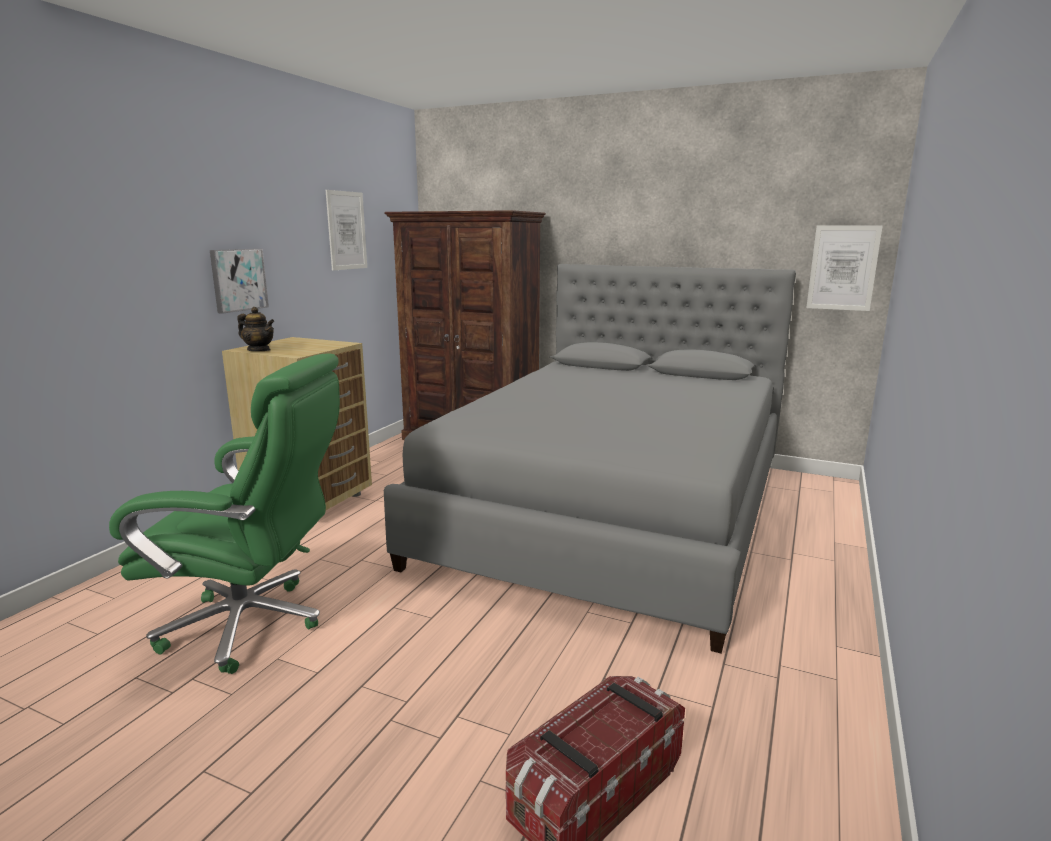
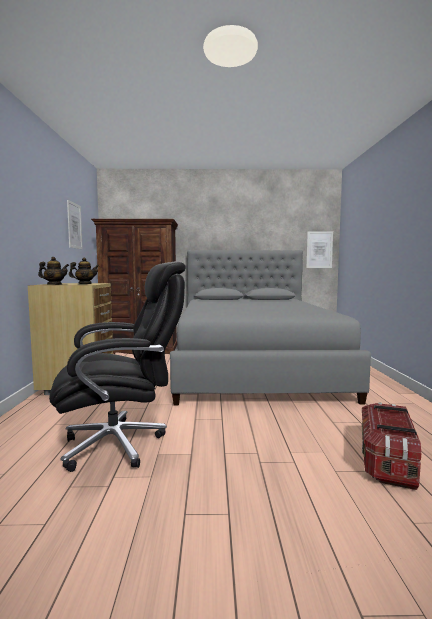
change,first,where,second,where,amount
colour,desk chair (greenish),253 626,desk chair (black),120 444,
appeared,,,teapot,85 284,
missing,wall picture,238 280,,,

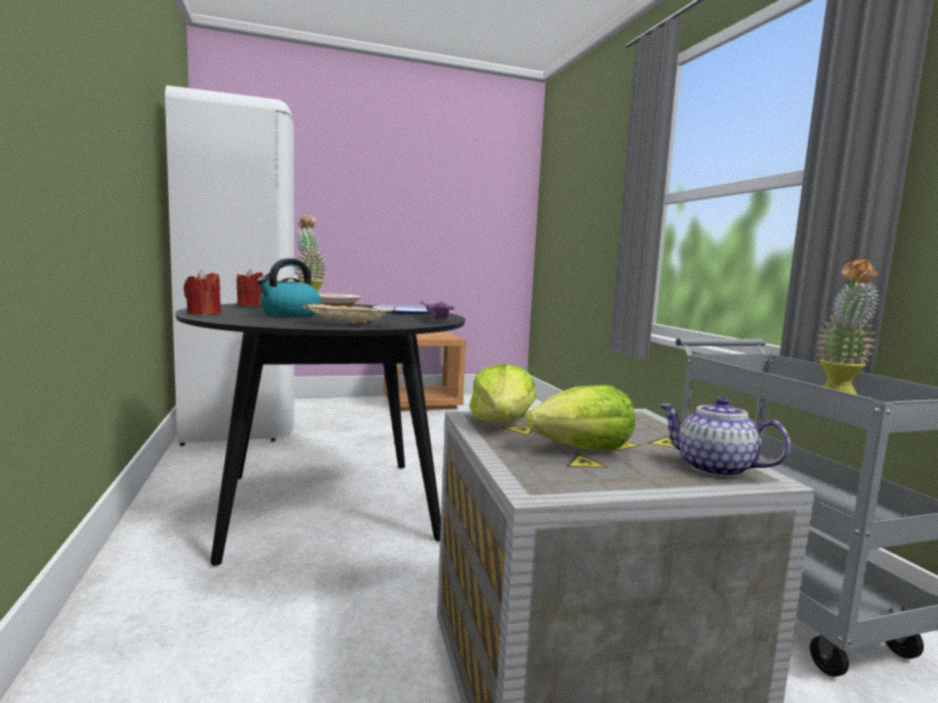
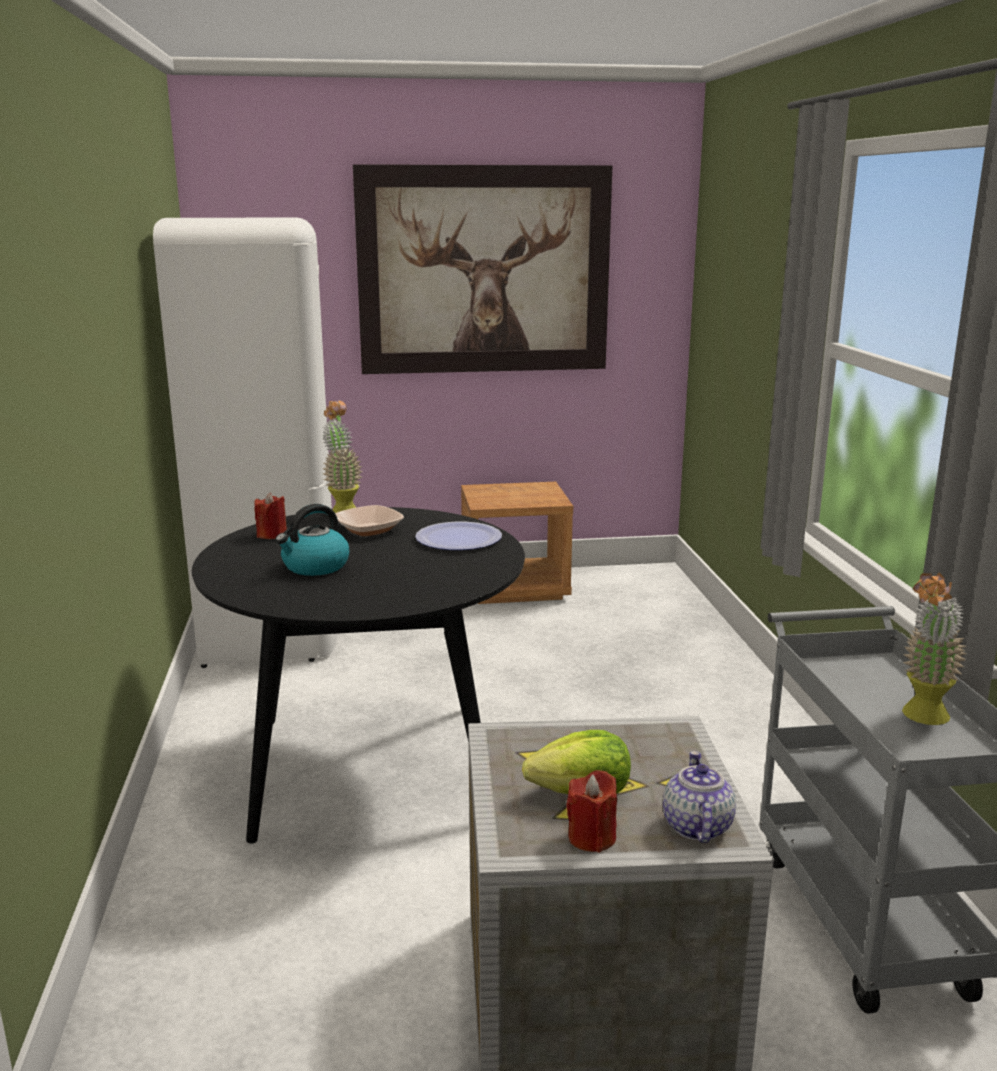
change,first,where,second,where,amount
appeared,,,wall picture,484 271,
relocated,wax light (red-coloured),203 314,,592 837,
spun,teapot,714 468,,696 826,45 degrees clockwise
missing,carrying tray (sand-coloured),346 324,,,
missing,carrying tray (purple),435 319,,,
missing,lettuce head,502 423,,,

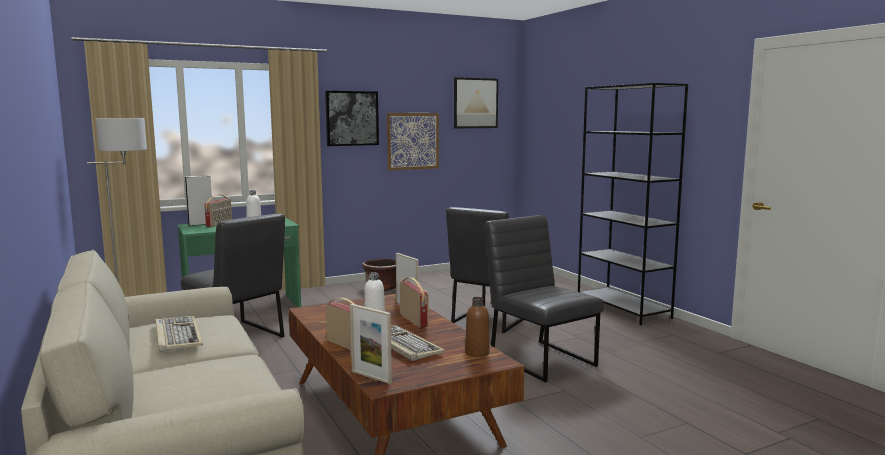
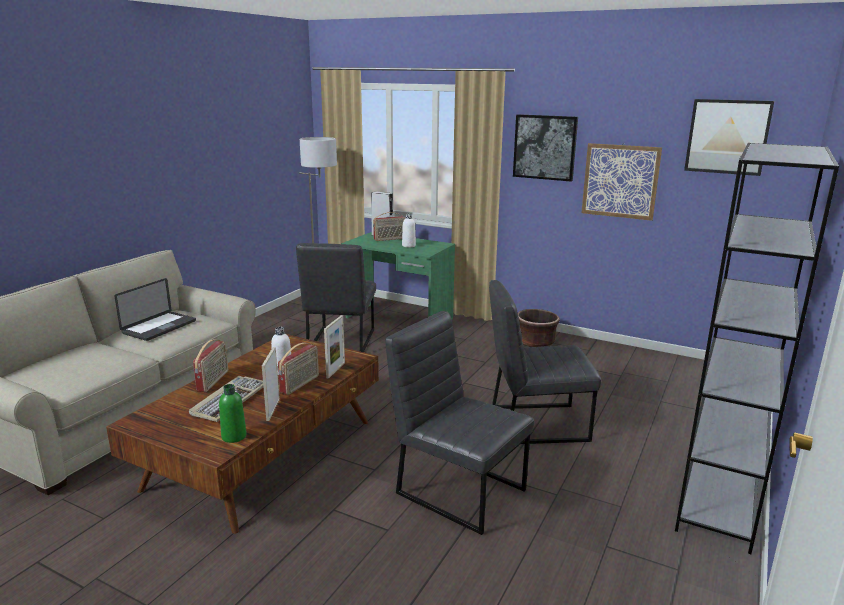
change,first,where,second,where,amount
exchanged,computer keyboard,177 336,laptop,159 327,
colour,beverage bottle (brown),477 353,beverage bottle (greenish),234 436,
relocated,standing frame,371 377,,273 409,
spun,plain chair (grey),541 359,,458 489,75 degrees counterclockwise

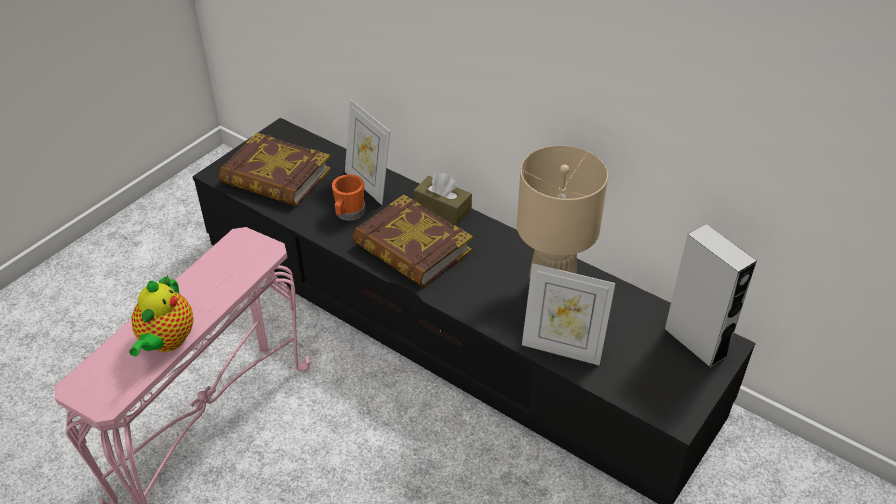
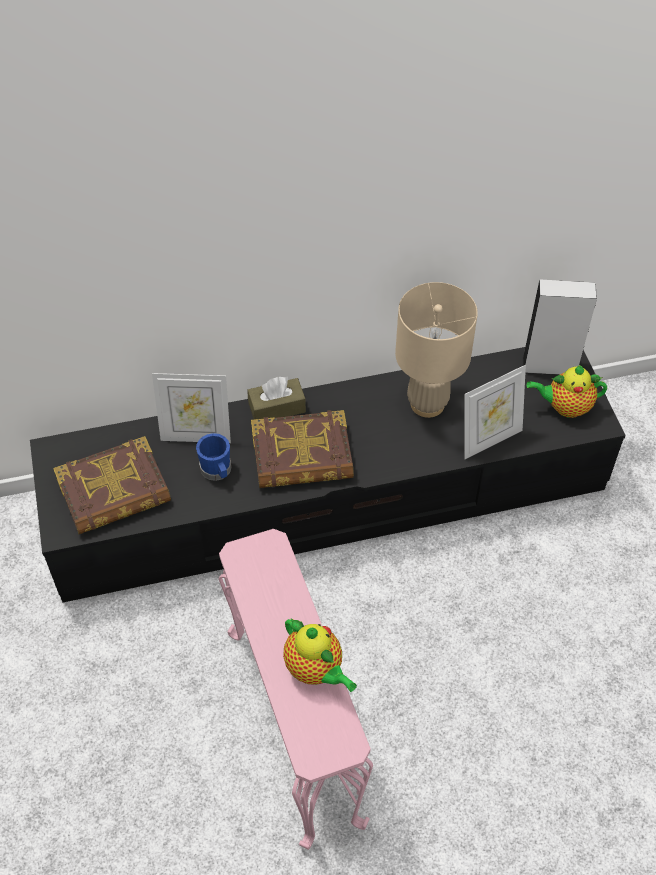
change,first,where,second,where,amount
colour,mug (orange),348 213,mug (blue-coloured),217 471,
appeared,,,teapot,565 407,

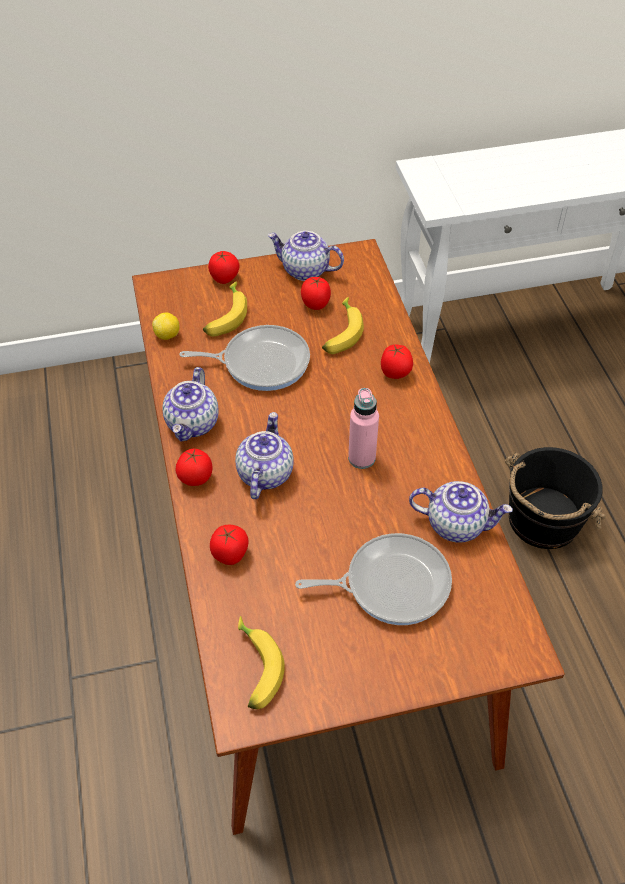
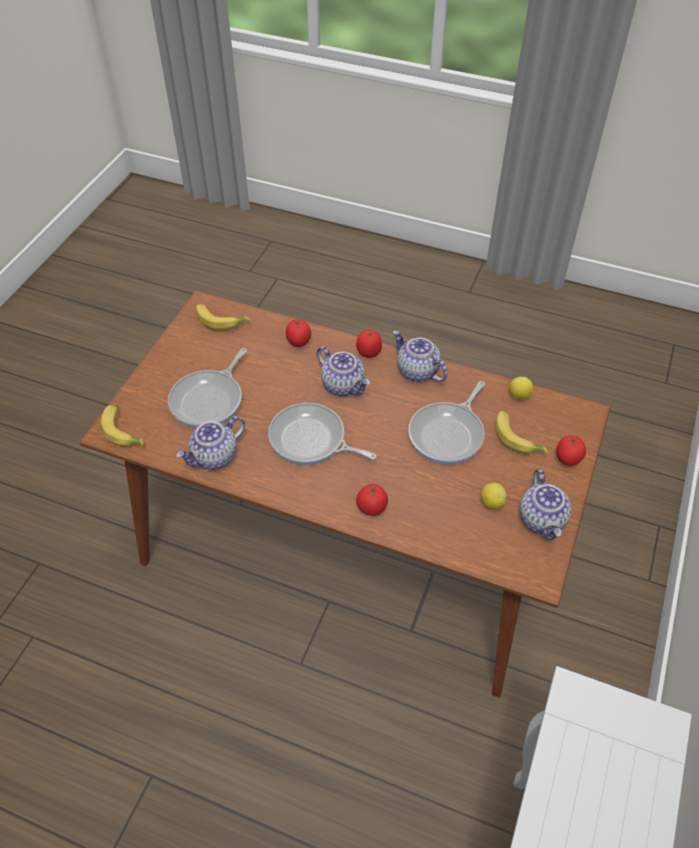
change,first,where,second,where,amount
relocated,banana fruit,340 333,,124 431,
exchanged,beverage bottle (pinkish),361 458,pan,311 440,
exchanged,whole tomato,315 304,lemon,491 503,
spun,teapot,305 270,,542 520,120 degrees clockwise
missing,pail (black),542 521,,,

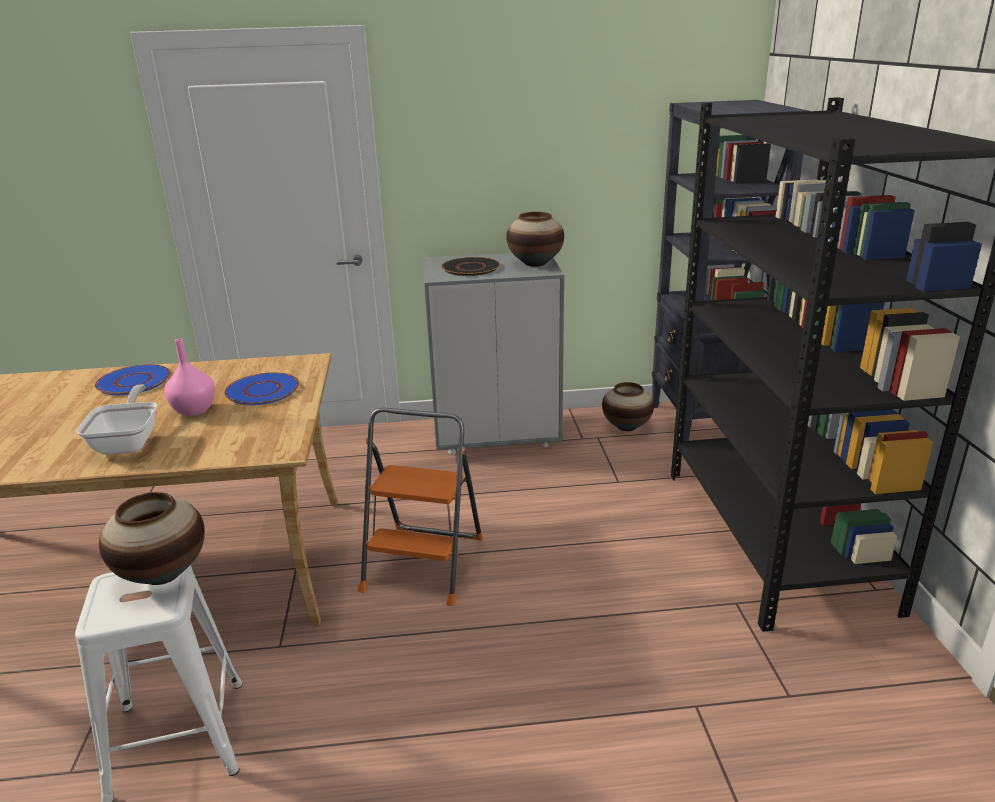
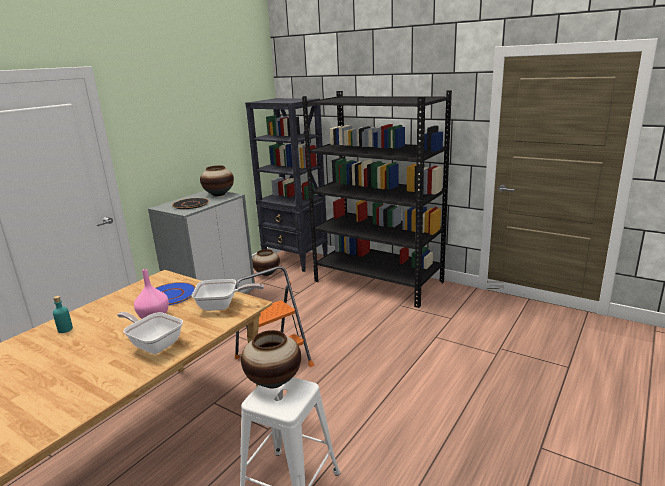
change,first,where,second,where,amount
exchanged,dinner plate (blue-coloured),134 381,beverage bottle (blue-green),65 329,
appeared,,,pan,222 306,

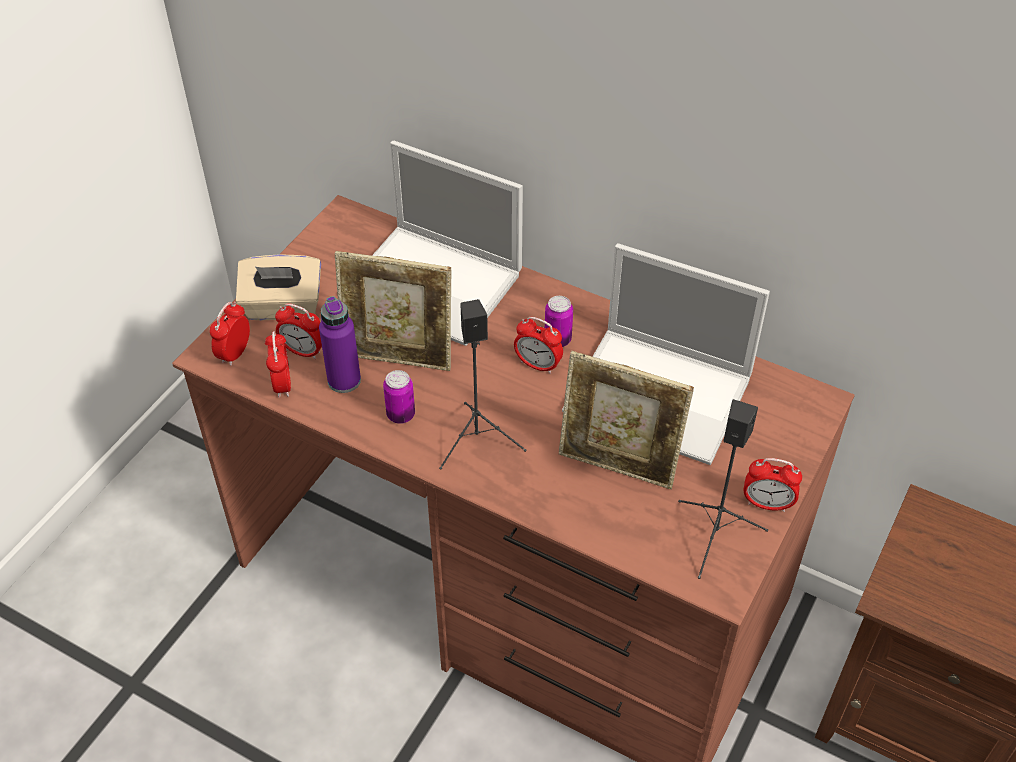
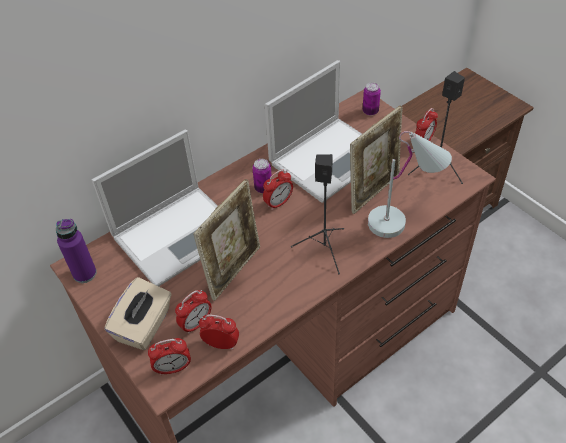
change,first,where,second,where,amount
relocated,beverage bottle (purple),344 380,,85 274,
spun,table clock,234 353,,173 368,60 degrees counterclockwise
relocated,sealed can,401 415,,370 111,
appeared,,,lamp for a table (white-coloured),403 221,

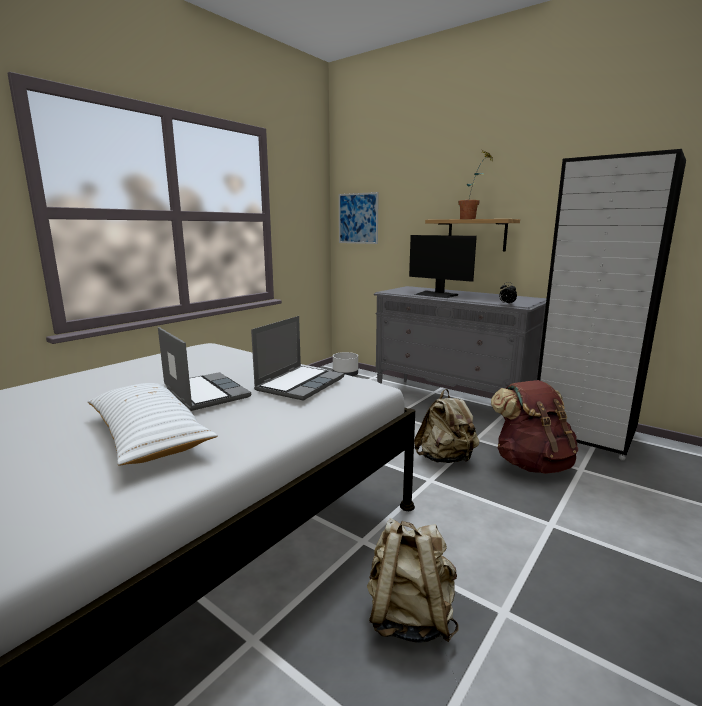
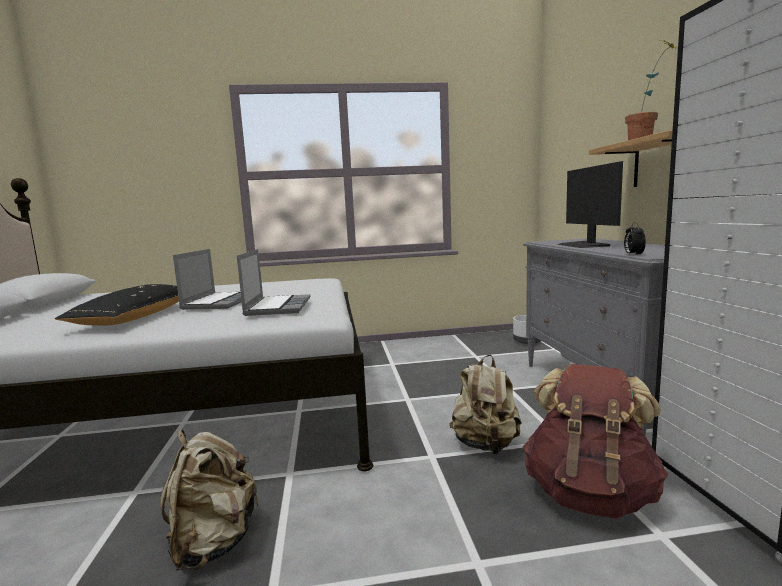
change,first,where,second,where,amount
colour,pillow (white-coloured),149 436,pillow (black),135 317,
spun,laptop,300 384,,277 307,75 degrees counterclockwise
missing,wall picture,358 218,,,

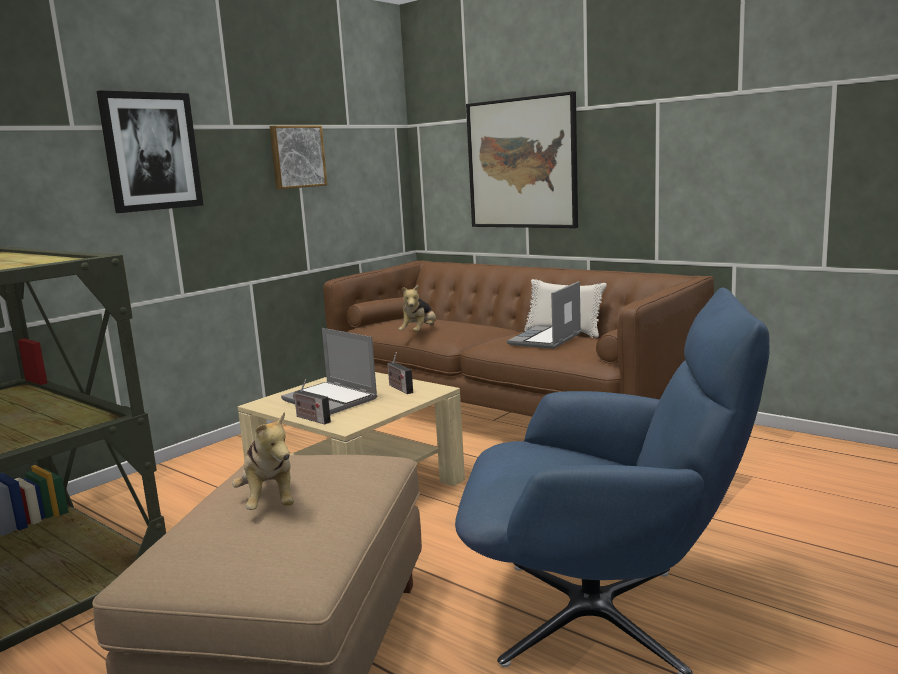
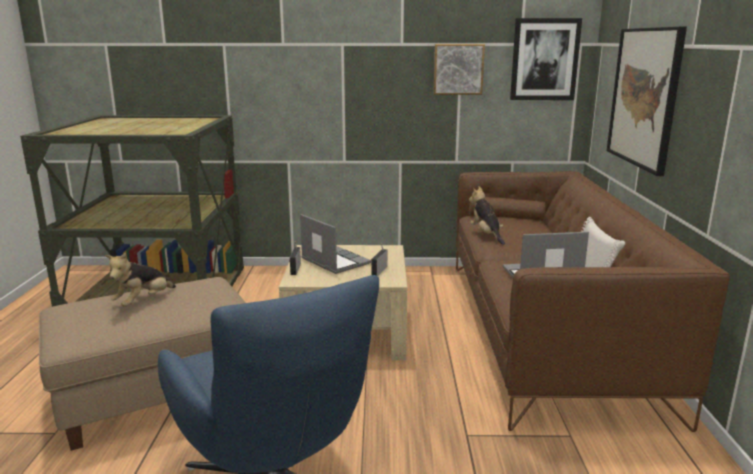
change,first,where,second,where,amount
spun,laptop,331 400,,334 261,135 degrees clockwise
spun,soft toy,419 333,,486 235,90 degrees clockwise
relocated,wall picture,151 151,,544 59,

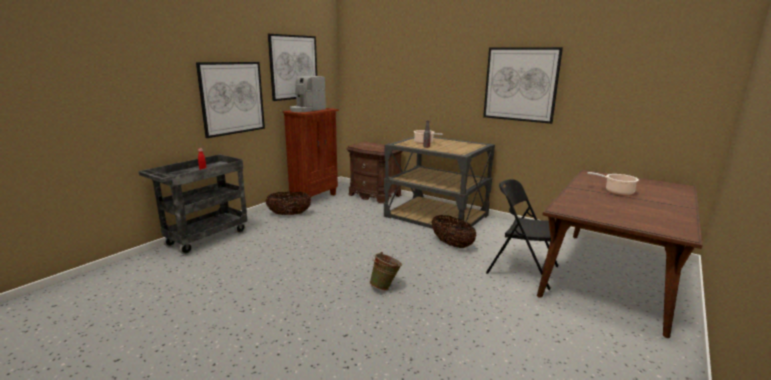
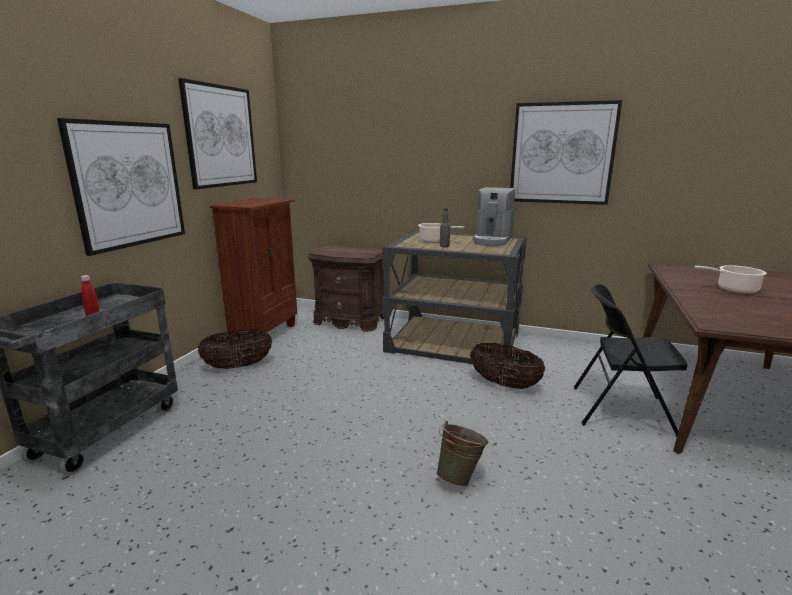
change,first,where,second,where,amount
relocated,coffee brewer,307 110,,492 240,

